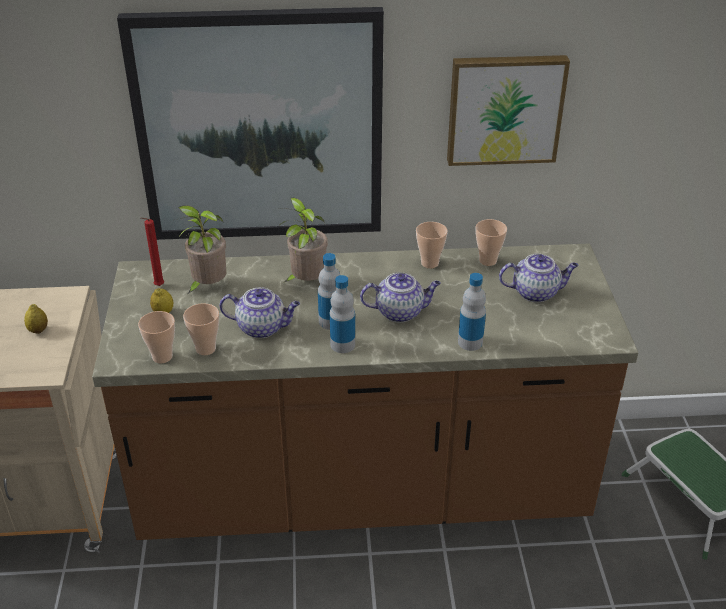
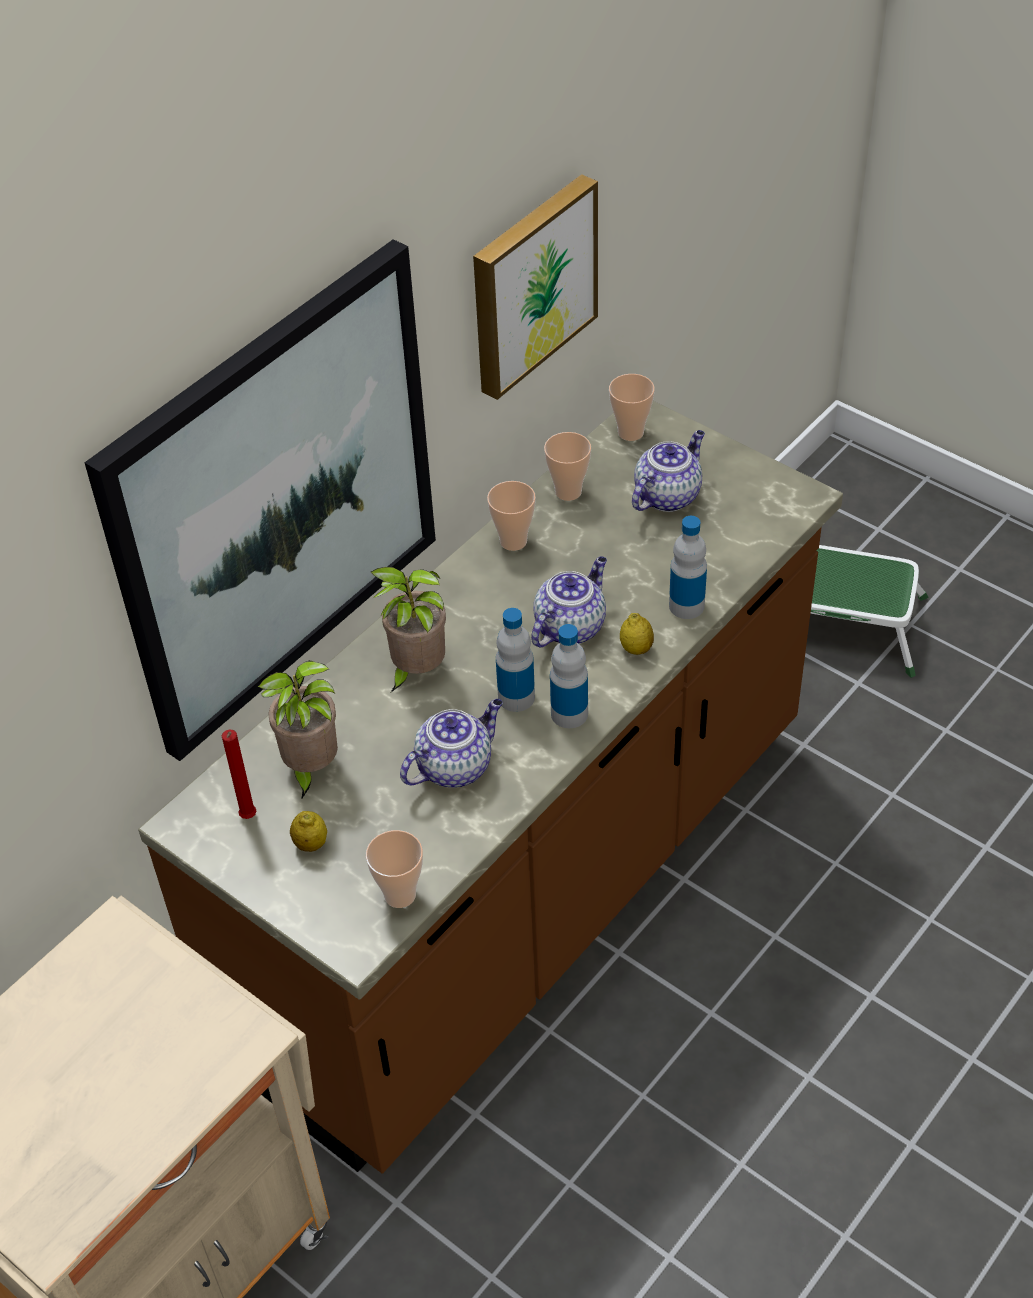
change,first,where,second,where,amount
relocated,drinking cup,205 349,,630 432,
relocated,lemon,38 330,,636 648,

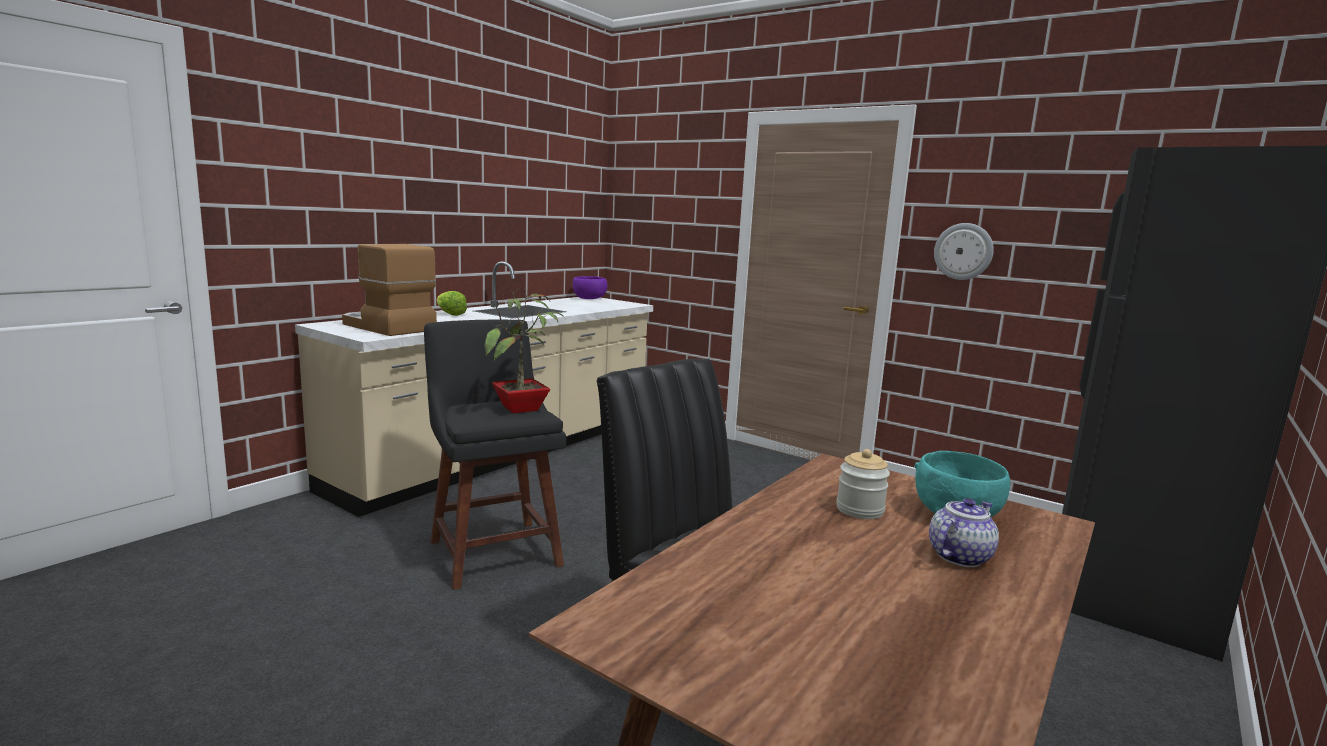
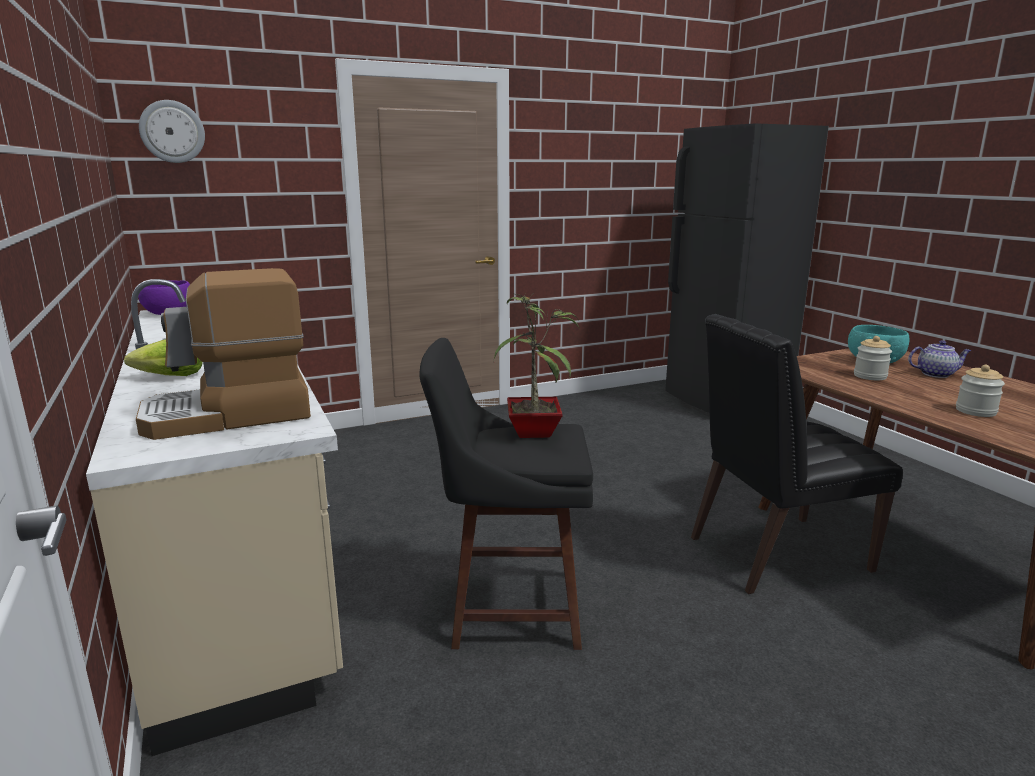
change,first,where,second,where,amount
relocated,hanging clock,963 251,,172 131,
spun,teapot,959 556,,936 374,105 degrees clockwise
appeared,,,jar,975 411,

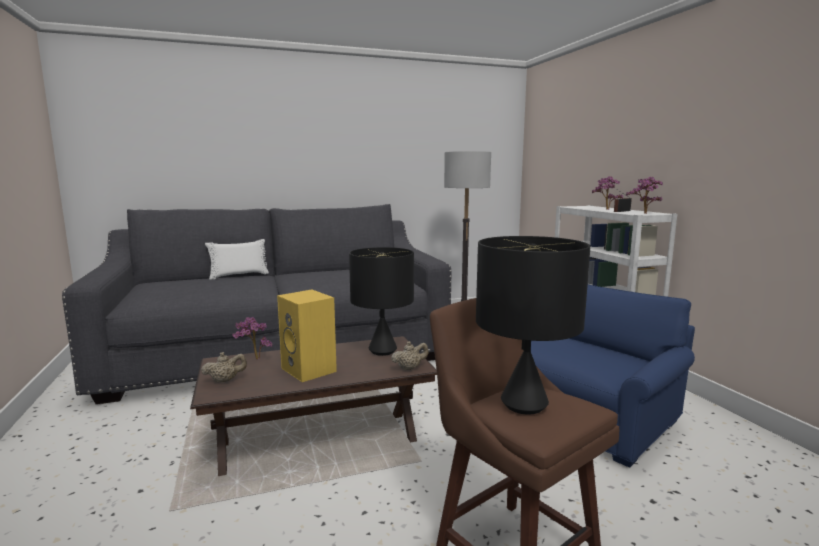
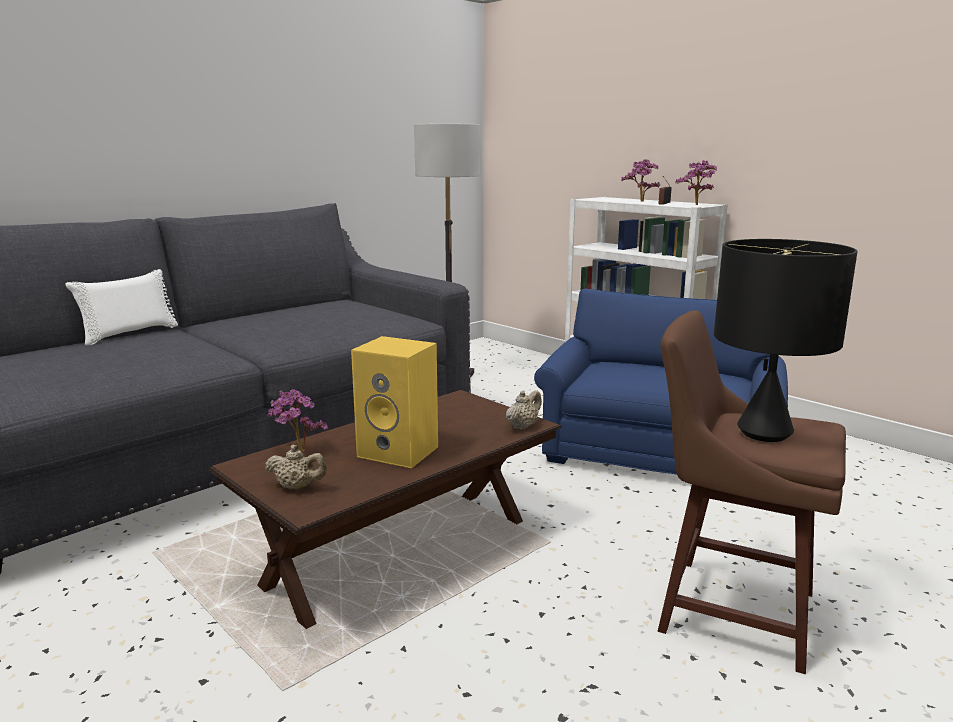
change,first,where,second,where,amount
spun,teapot (sand-coloured),225 380,,297 487,60 degrees clockwise
missing,lamp for a table (black),383 351,,,

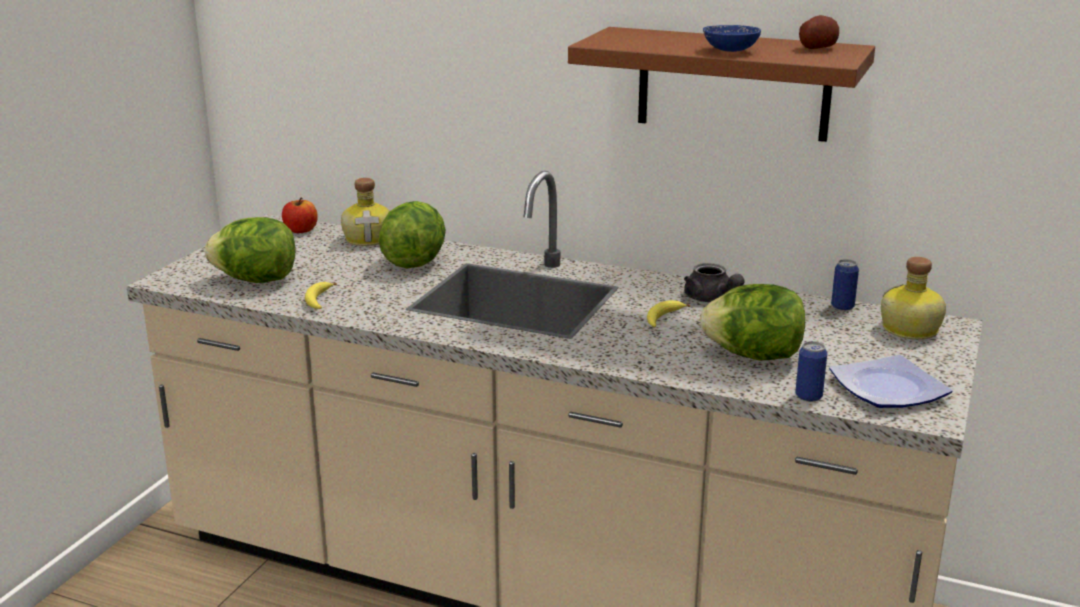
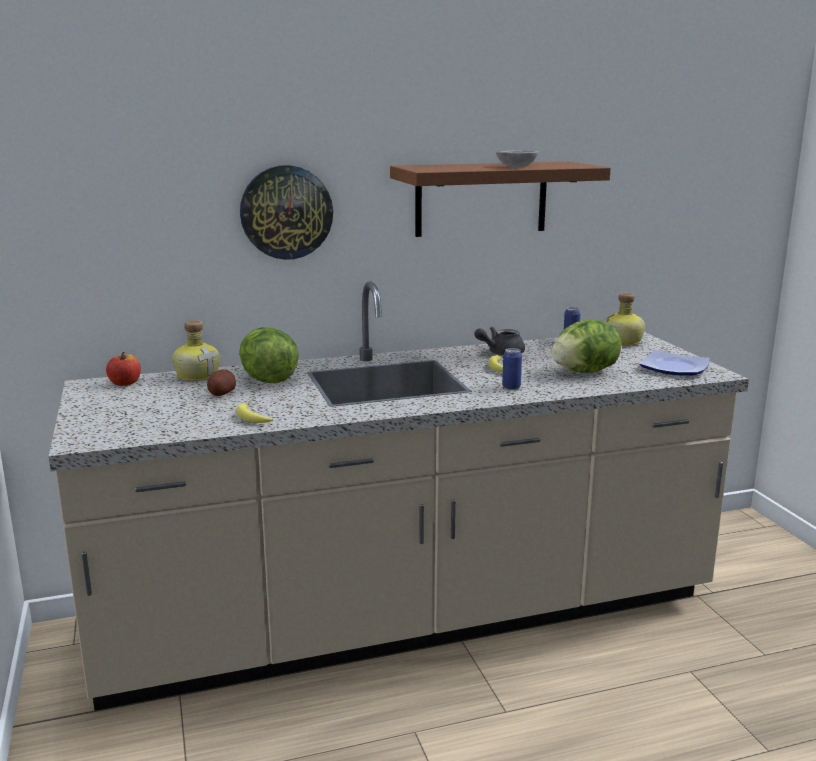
change,first,where,second,where,amount
relocated,whole potato,817 48,,221 393,
appeared,,,hanging clock,286 212,
spun,teapot (grey),712 299,,500 353,135 degrees clockwise
colour,deep dish (blue-coloured),730 50,deep dish (grey),516 166,
relocated,sealed can,808 396,,511 387,
missing,lettuce head,256 280,,,

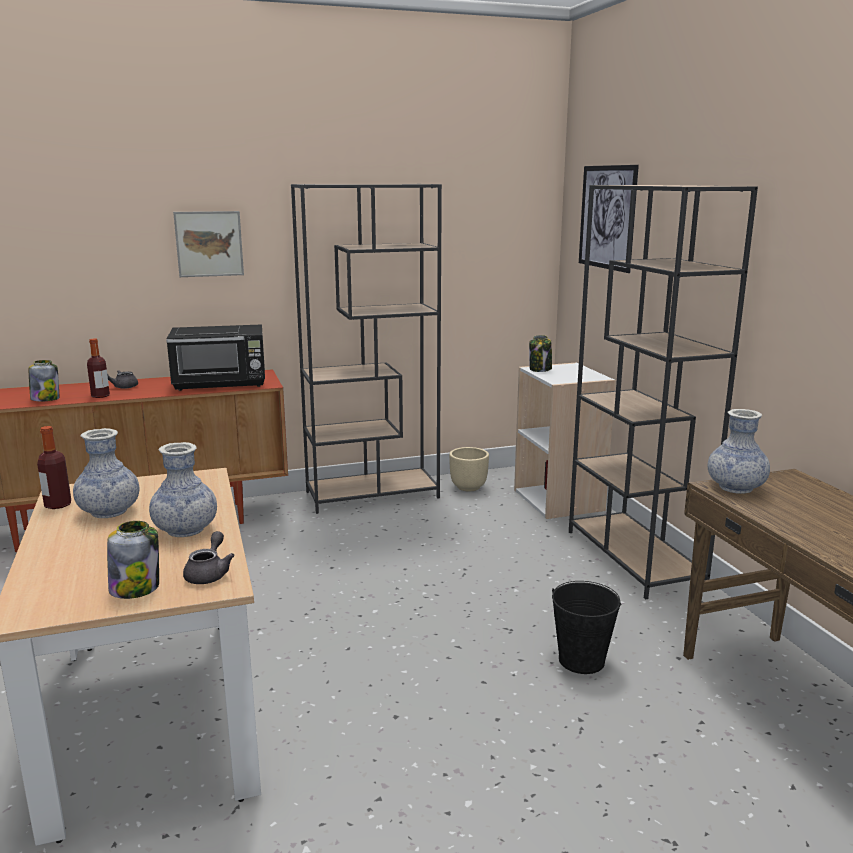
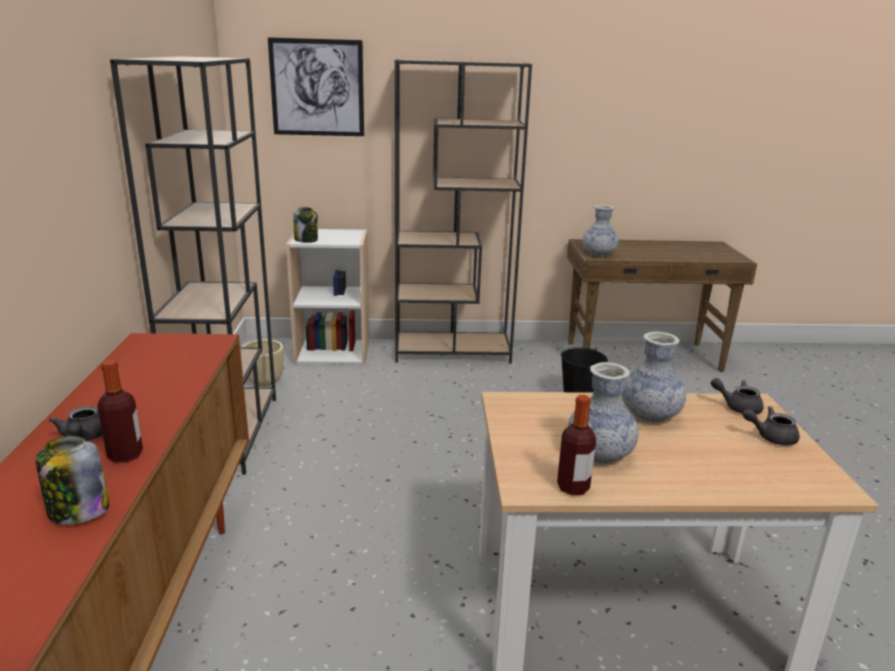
change,first,where,second,where,amount
exchanged,jar,135 588,teapot (grey),770 437,
missing,kitchen microwave (black),221 384,,,
missing,wall picture,209 244,,,

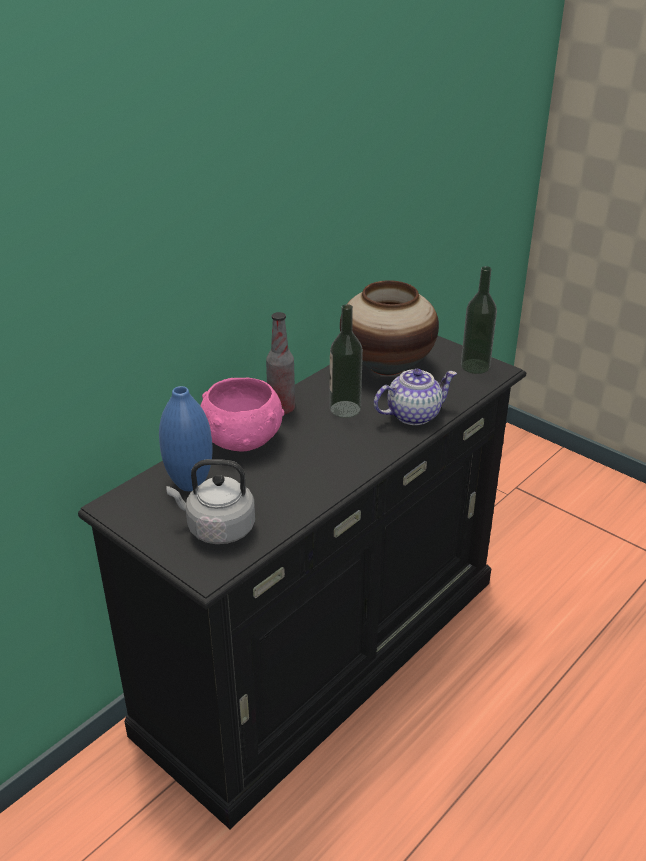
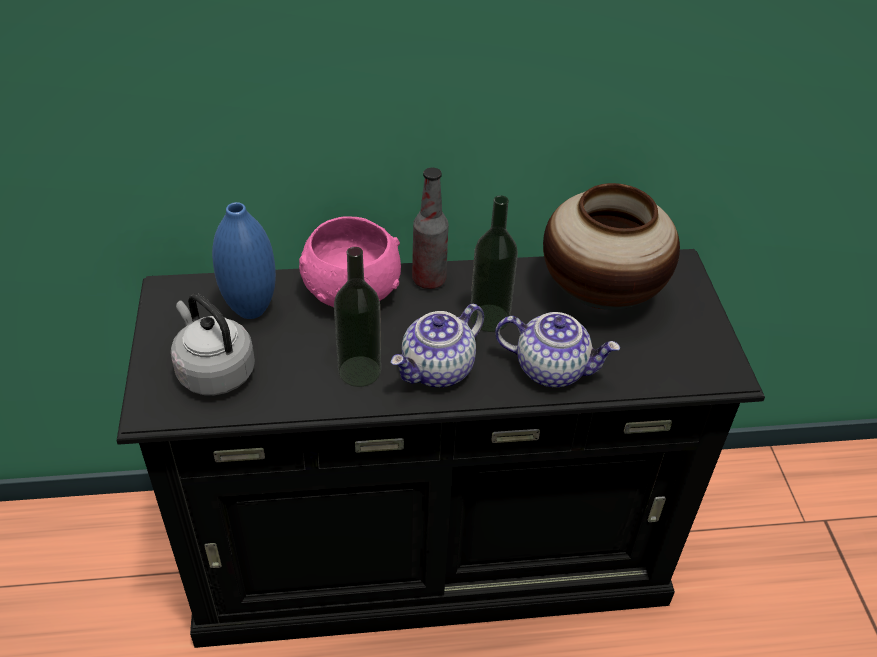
change,first,where,second,where,amount
relocated,beverage bottle,475 366,,359 371,
appeared,,,teapot,438 370,

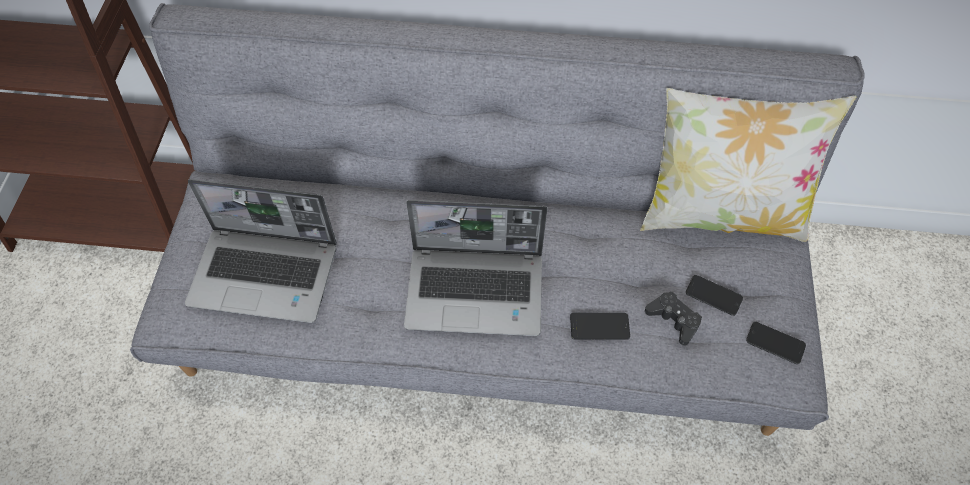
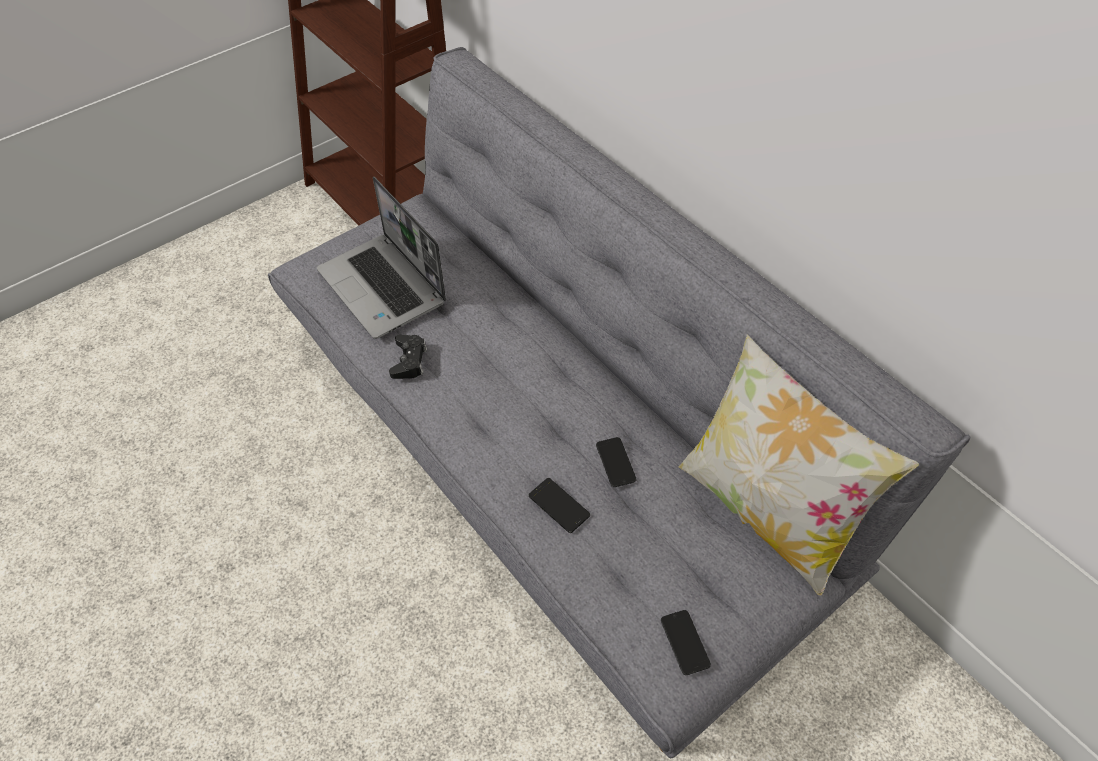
change,first,where,second,where,amount
relocated,joypad (black),673 320,,409 361,
relocated,phone,713 295,,615 462,
missing,laptop,477 291,,,

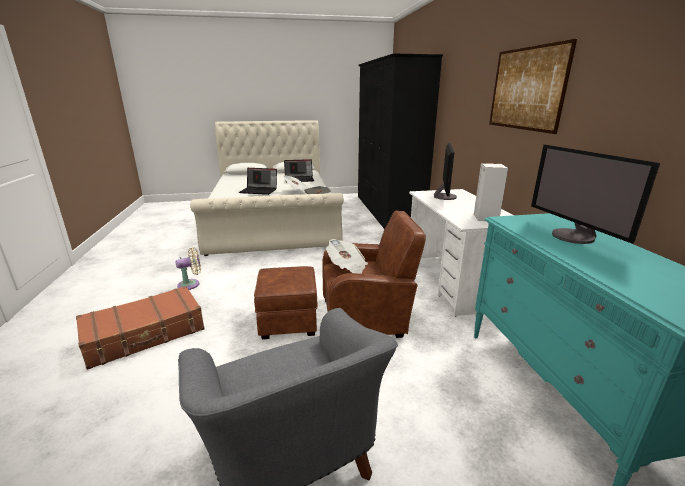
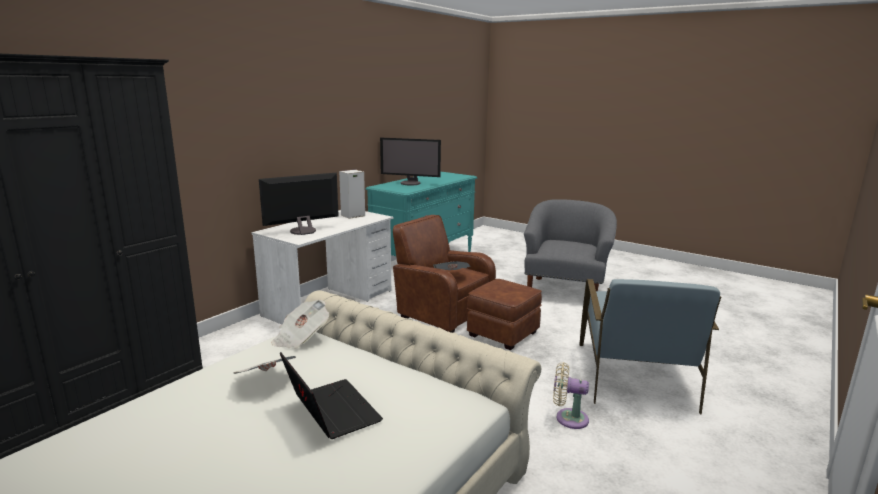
change,first,where,second,where,amount
spun,monitor,574 236,,411 183,75 degrees clockwise
exchanged,travel case (brown),145 335,lounge chair (blue-coloured),634 375,
missing,laptop,299 179,,,
missing,wall picture,526 89,,,

